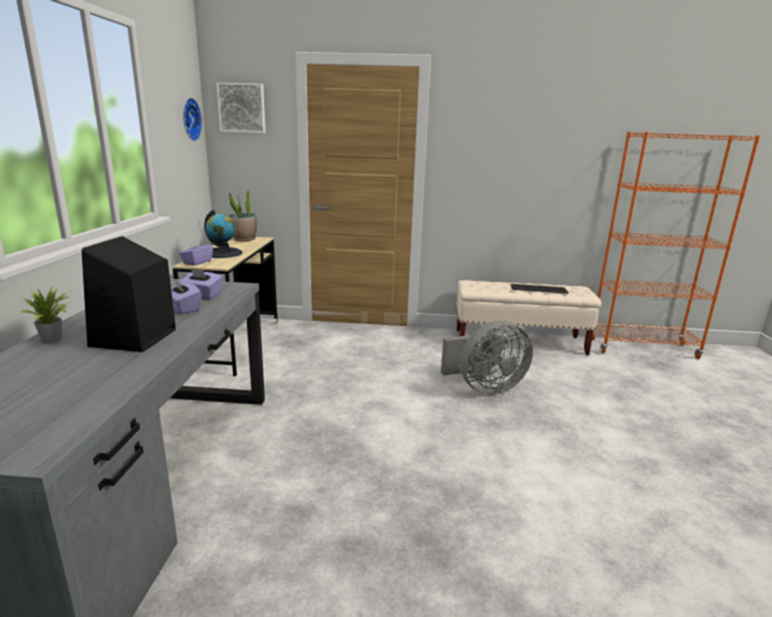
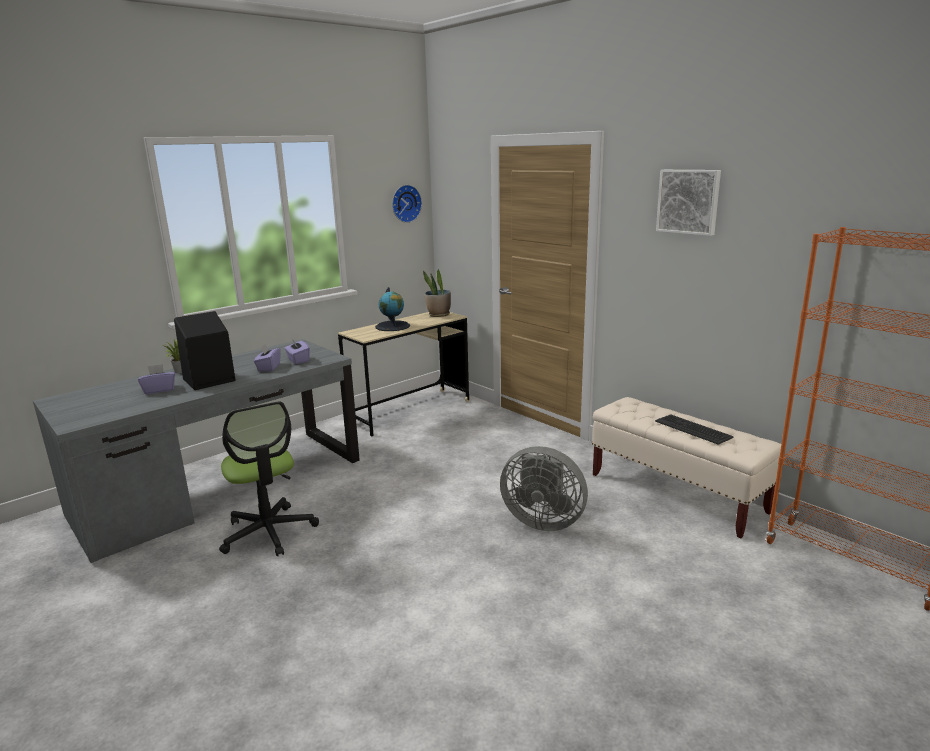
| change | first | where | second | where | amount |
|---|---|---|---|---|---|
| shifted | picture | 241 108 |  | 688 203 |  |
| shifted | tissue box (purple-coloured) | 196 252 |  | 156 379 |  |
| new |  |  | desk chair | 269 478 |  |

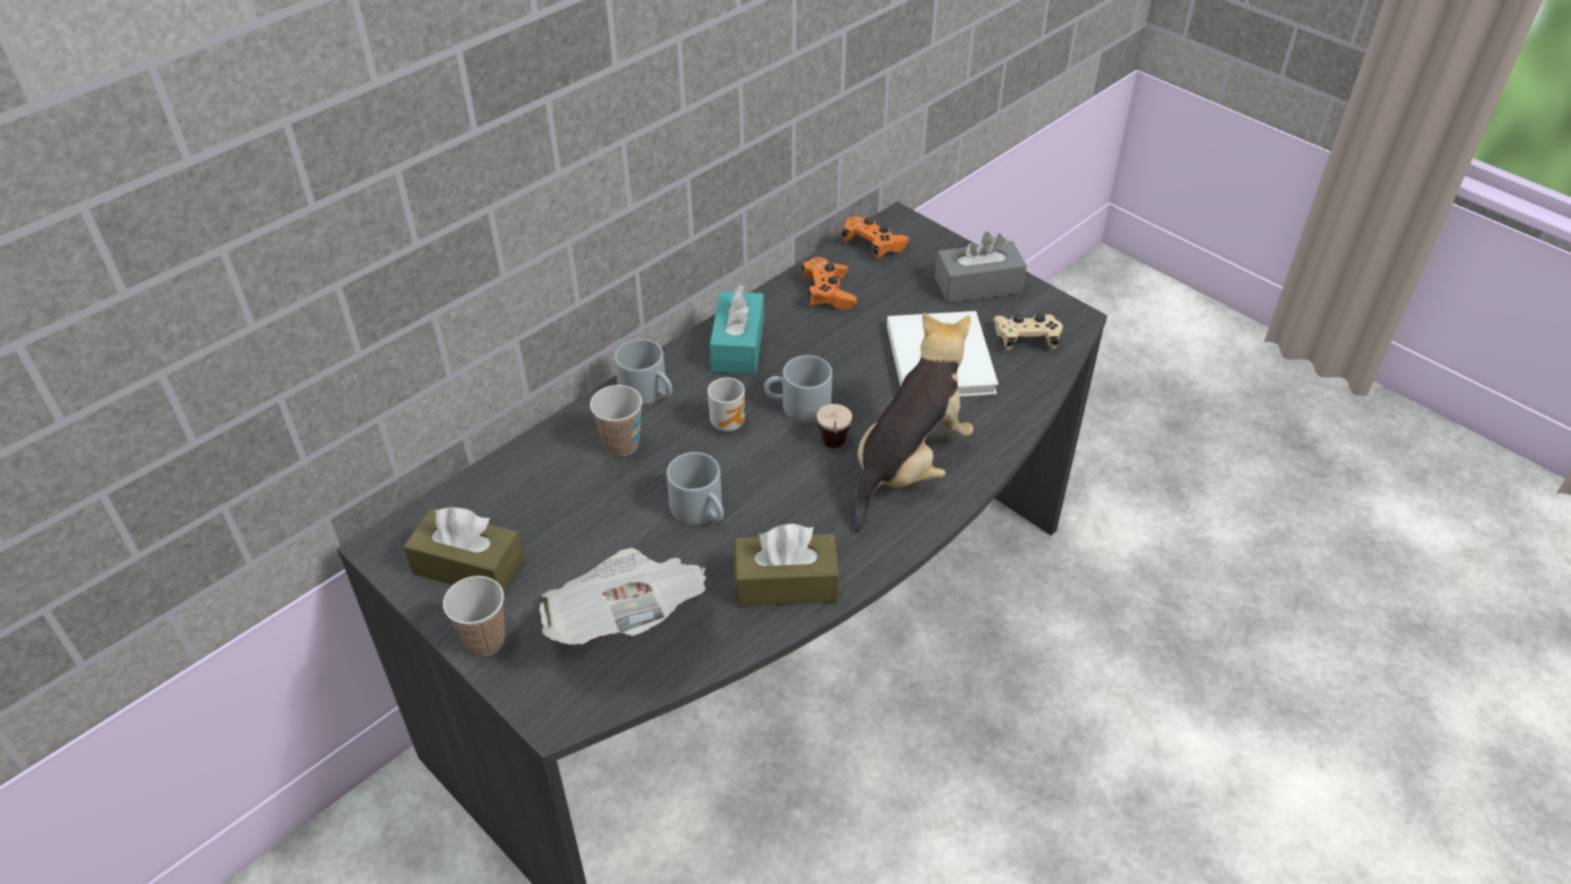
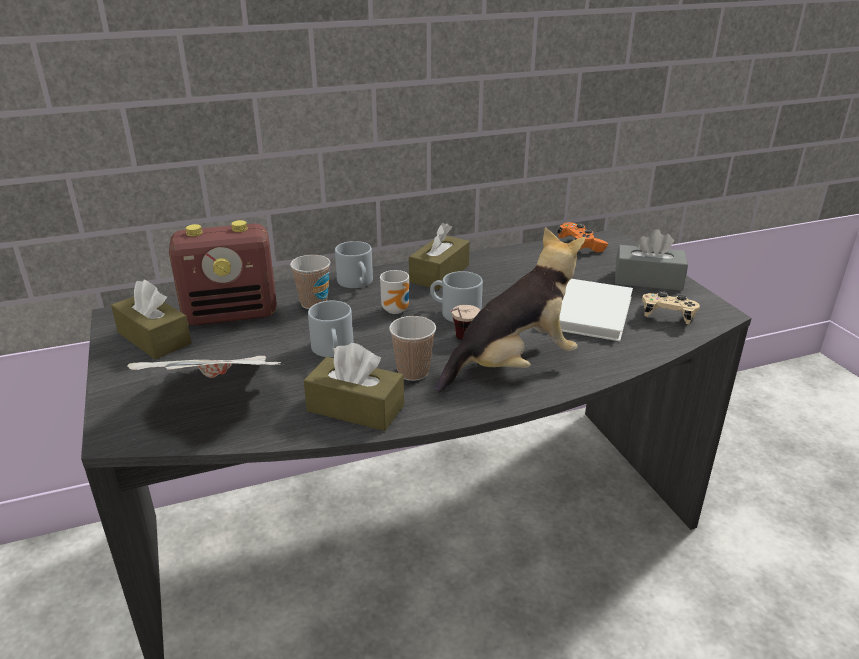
| change | first | where | second | where | amount |
|---|---|---|---|---|---|
| gone | joypad (orangey) | 829 283 |  |  |  |
| repainted | tissue box (turquoise-coloured) | 737 330 | tissue box (brown-coloured) | 439 256 |  |
| shifted | drinking cup | 474 616 |  | 412 348 |  |
| new |  |  | radio | 223 272 |  |

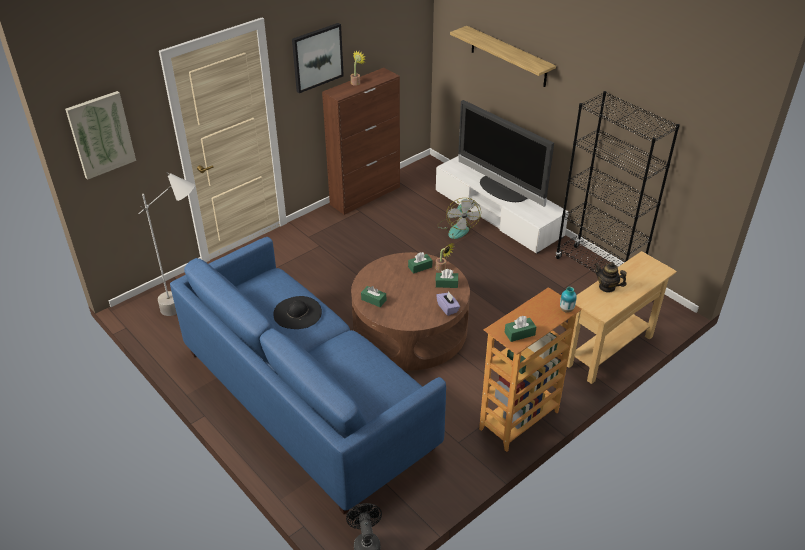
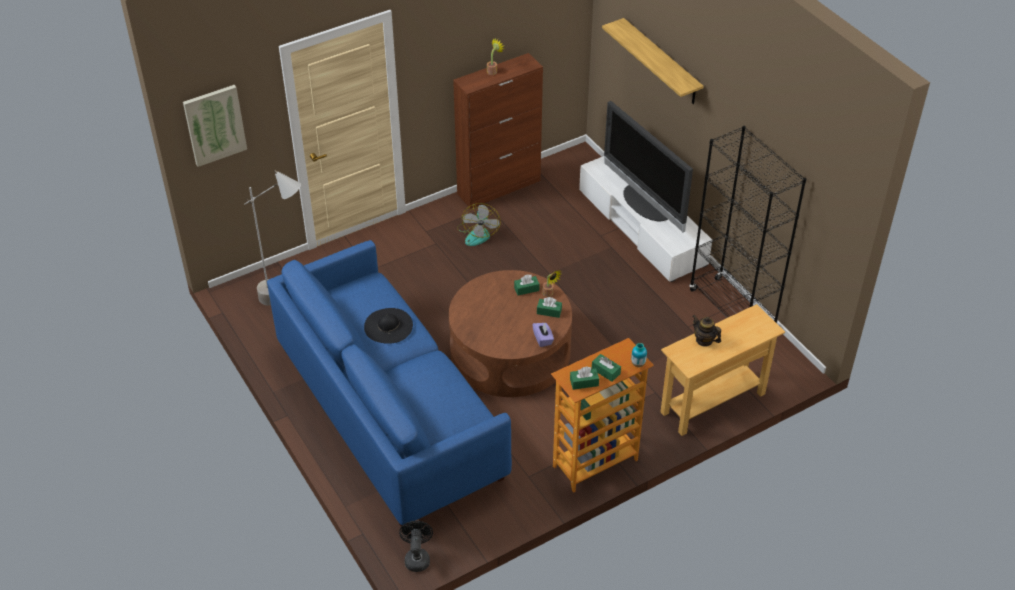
| change | first | where | second | where | amount |
|---|---|---|---|---|---|
| gone | picture | 318 58 |  |  |  |
| shifted | electric fan | 459 218 |  | 479 224 |  |
| shifted | tissue box (greenish) | 373 296 |  | 606 368 |  |

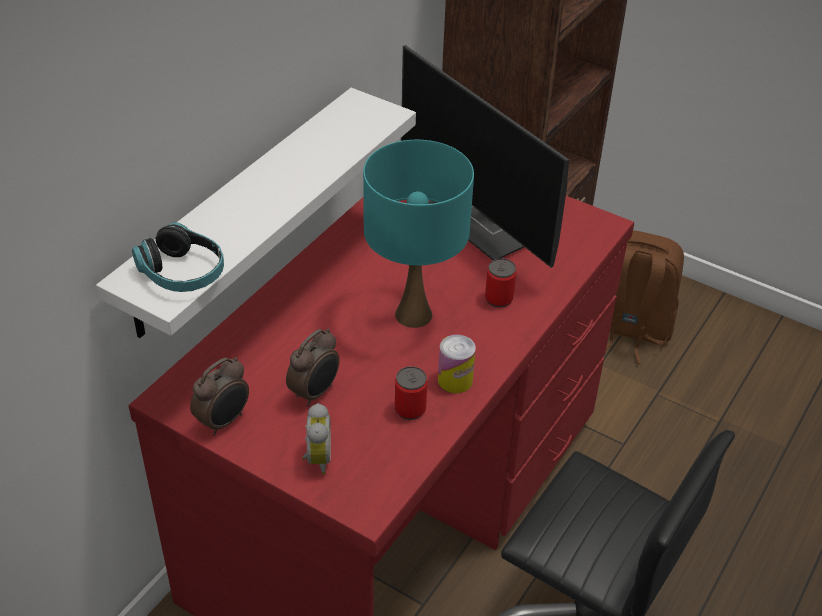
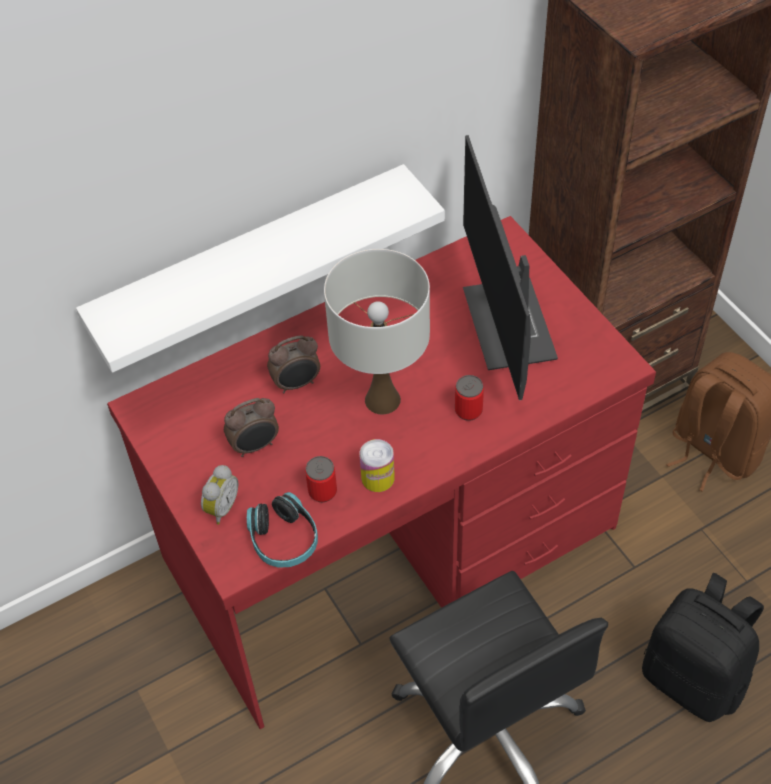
| change | first | where | second | where | amount |
|---|---|---|---|---|---|
| repainted | lamp for a table (turquoise-coloured) | 418 234 | lamp for a table (white-coloured) | 377 331 |  |
| shifted | headset | 178 257 |  | 282 530 |  |
| shifted | alarm clock | 219 396 |  | 293 364 |  |
| new |  |  | rucksack (black-coloured) | 703 647 |  |

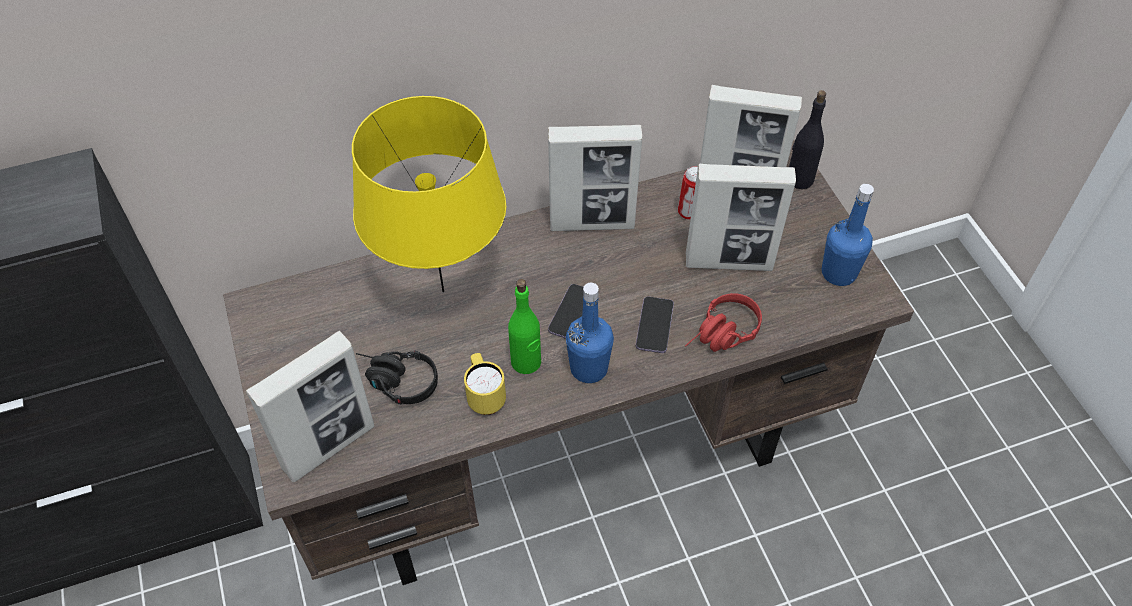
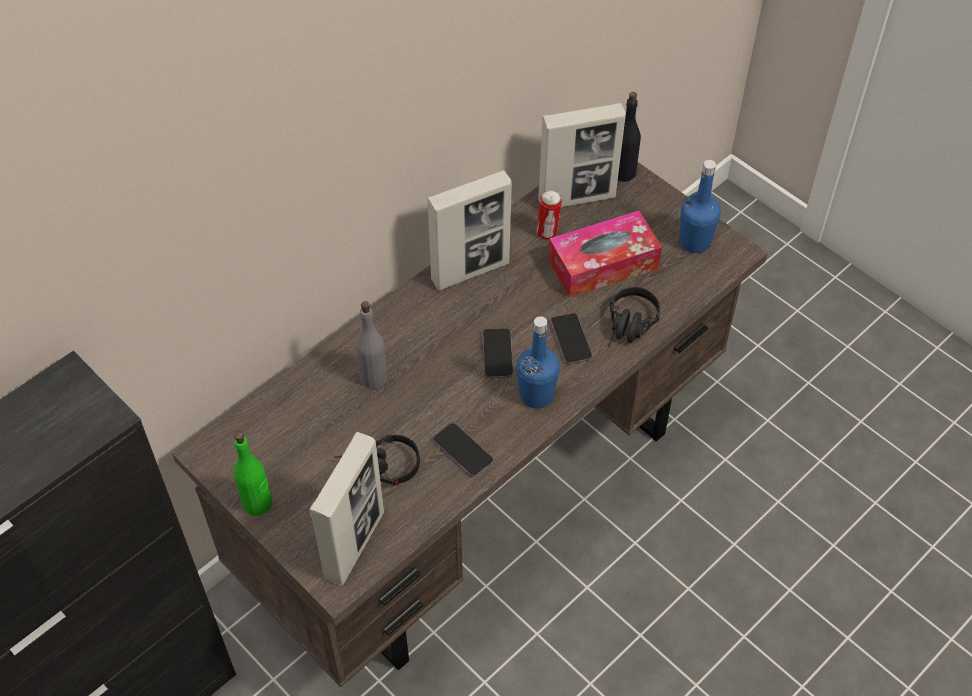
| change | first | where | second | where | amount |
|---|---|---|---|---|---|
| swapped | lamp for a table (yellowish) | 429 194 | drink bottle (greyish) | 372 345 |  |
| swapped | photo frame | 741 217 | tissue box | 605 254 |  |
| shifted | drink bottle (greenish) | 524 326 |  | 253 473 |  |
| repainted | headset (red-coloured) | 723 322 | headset (black-coloured) | 634 317 |  |
| swapped | mug (yellowish) | 485 384 | phone | 463 450 |  |

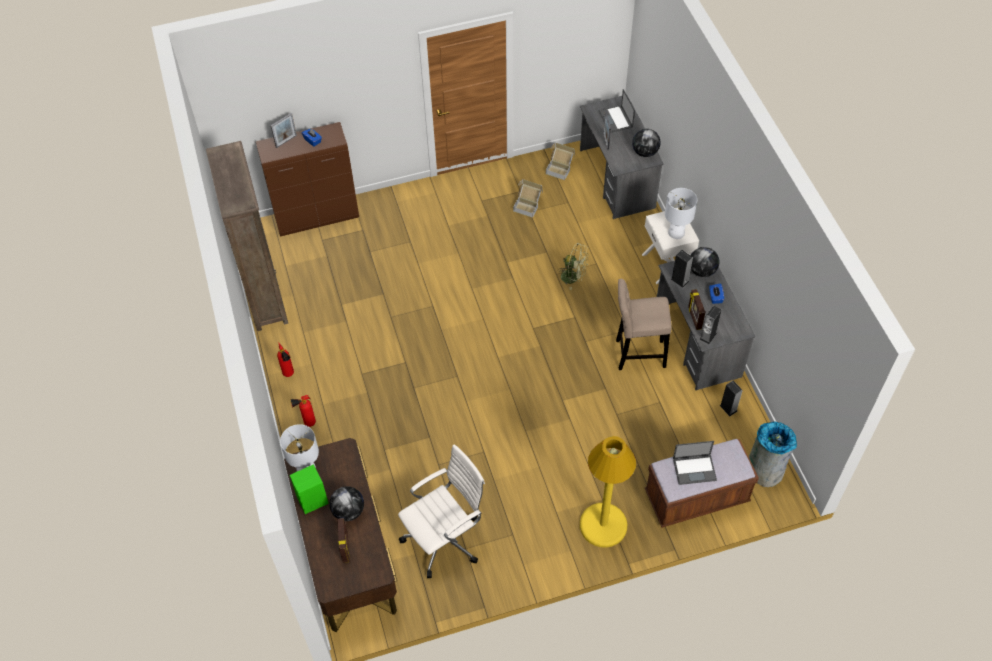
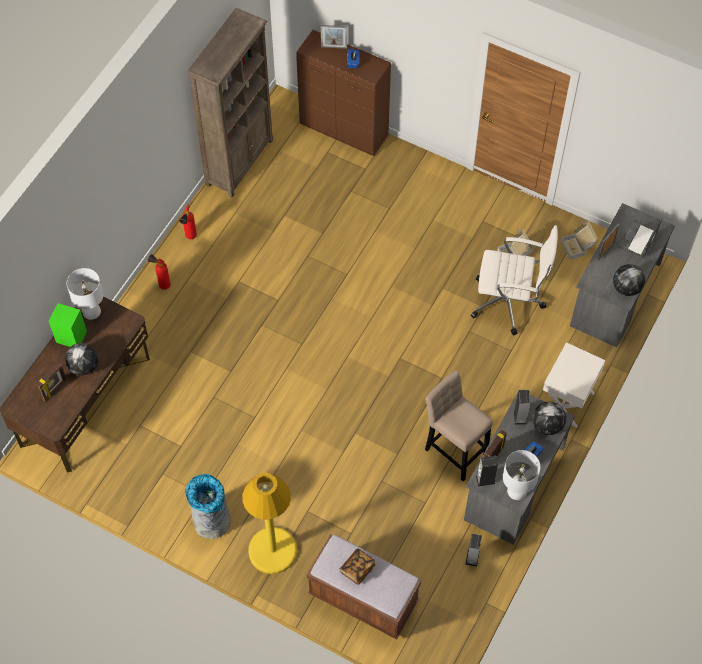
| change | first | where | second | where | amount |
|---|---|---|---|---|---|
| shifted | lamp for a table (white-coloured) | 681 213 |  | 522 475 |  |
| gone | electric fan (greenish) | 573 266 |  |  |  |
| shifted | trash can (greyish) | 773 454 |  | 208 506 |  |
| swapped | portable computer | 695 463 | bound book | 358 566 |  |
| shifted | desk chair (white-coloured) | 441 511 |  | 514 280 |  |

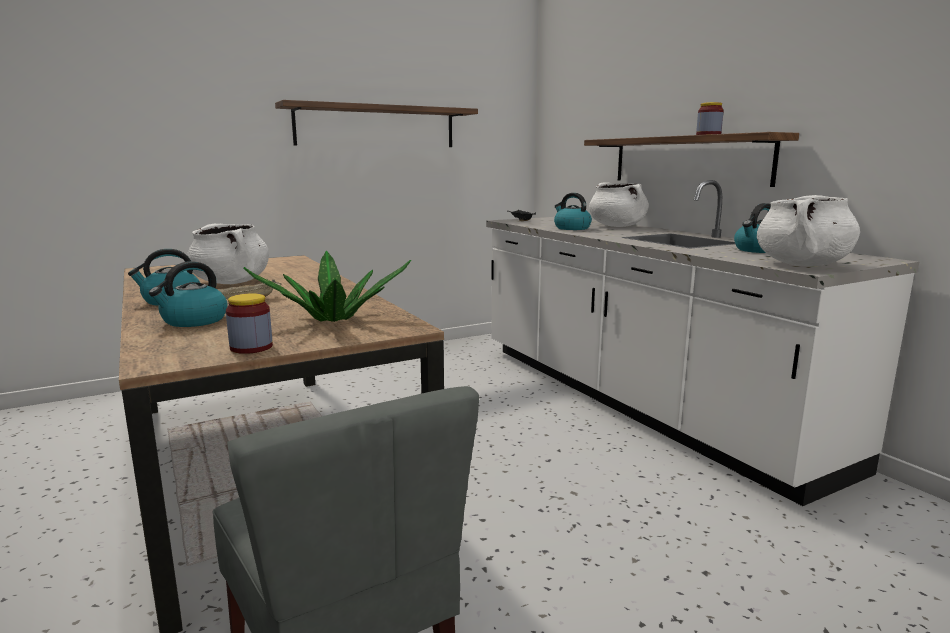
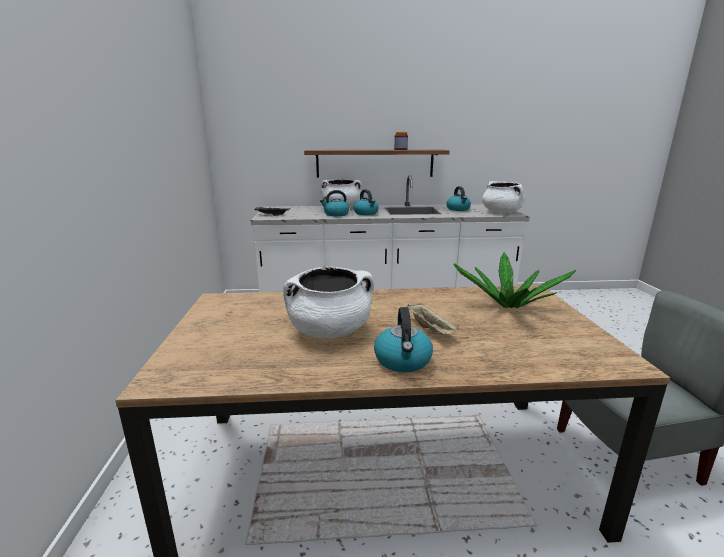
| change | first | where | second | where | amount |
|---|---|---|---|---|---|
| gone | bracket shelf | 376 123 |  |  |  |
| shifted | water kettle | 188 294 |  | 366 202 |  |
| gone | jar | 249 323 |  |  |  |

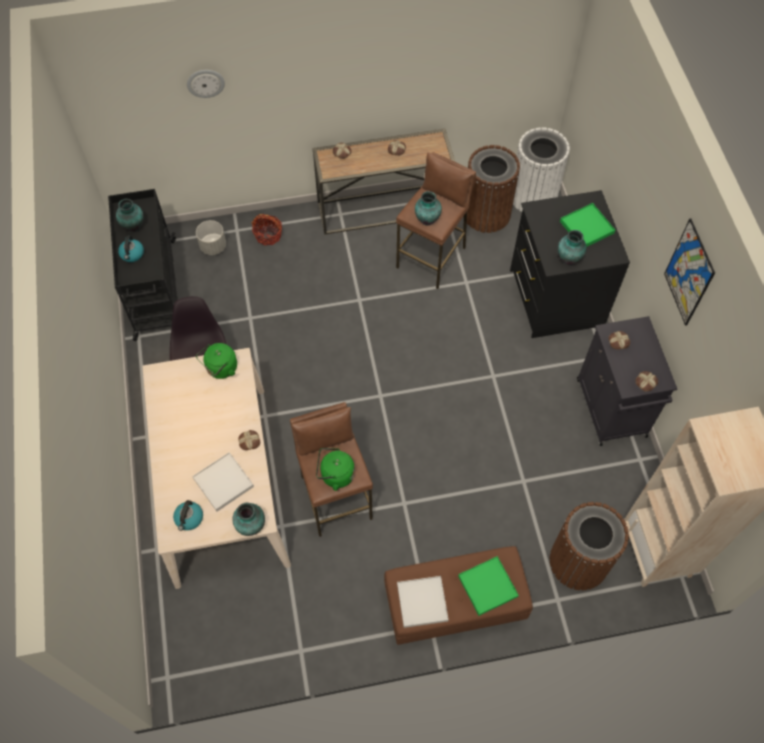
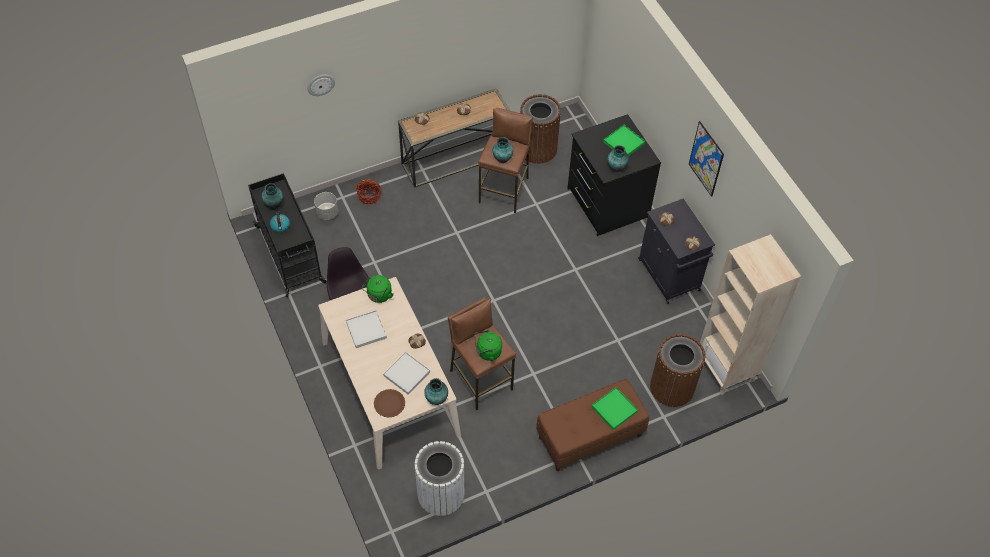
| change | first | where | second | where | amount |
|---|---|---|---|---|---|
| shifted | trash can (white-coloured) | 541 169 |  | 439 478 |  |
| swapped | water kettle | 188 515 | flat dish (brown-coloured) | 389 403 |  |
| shifted | carrying tray (white-coloured) | 423 602 |  | 366 329 |  |

